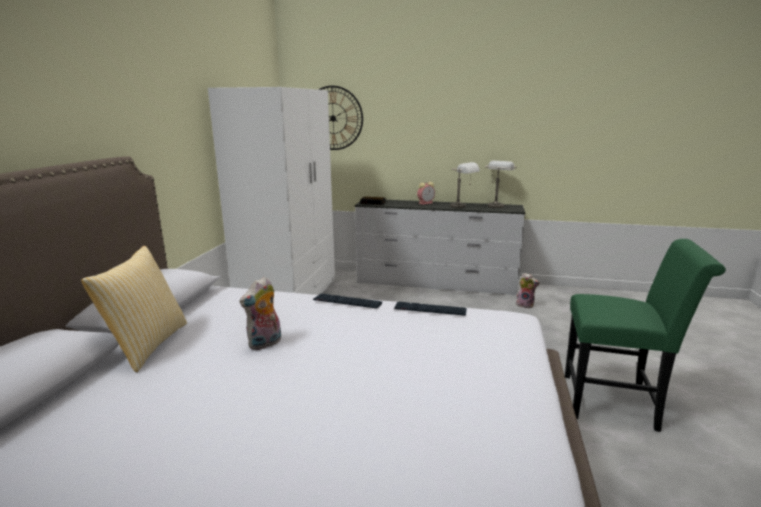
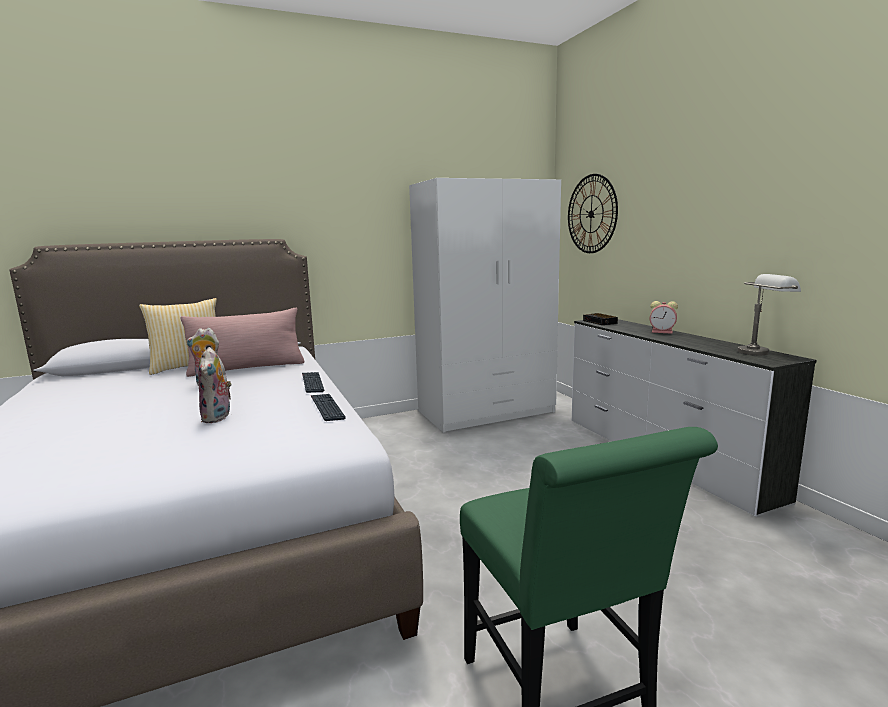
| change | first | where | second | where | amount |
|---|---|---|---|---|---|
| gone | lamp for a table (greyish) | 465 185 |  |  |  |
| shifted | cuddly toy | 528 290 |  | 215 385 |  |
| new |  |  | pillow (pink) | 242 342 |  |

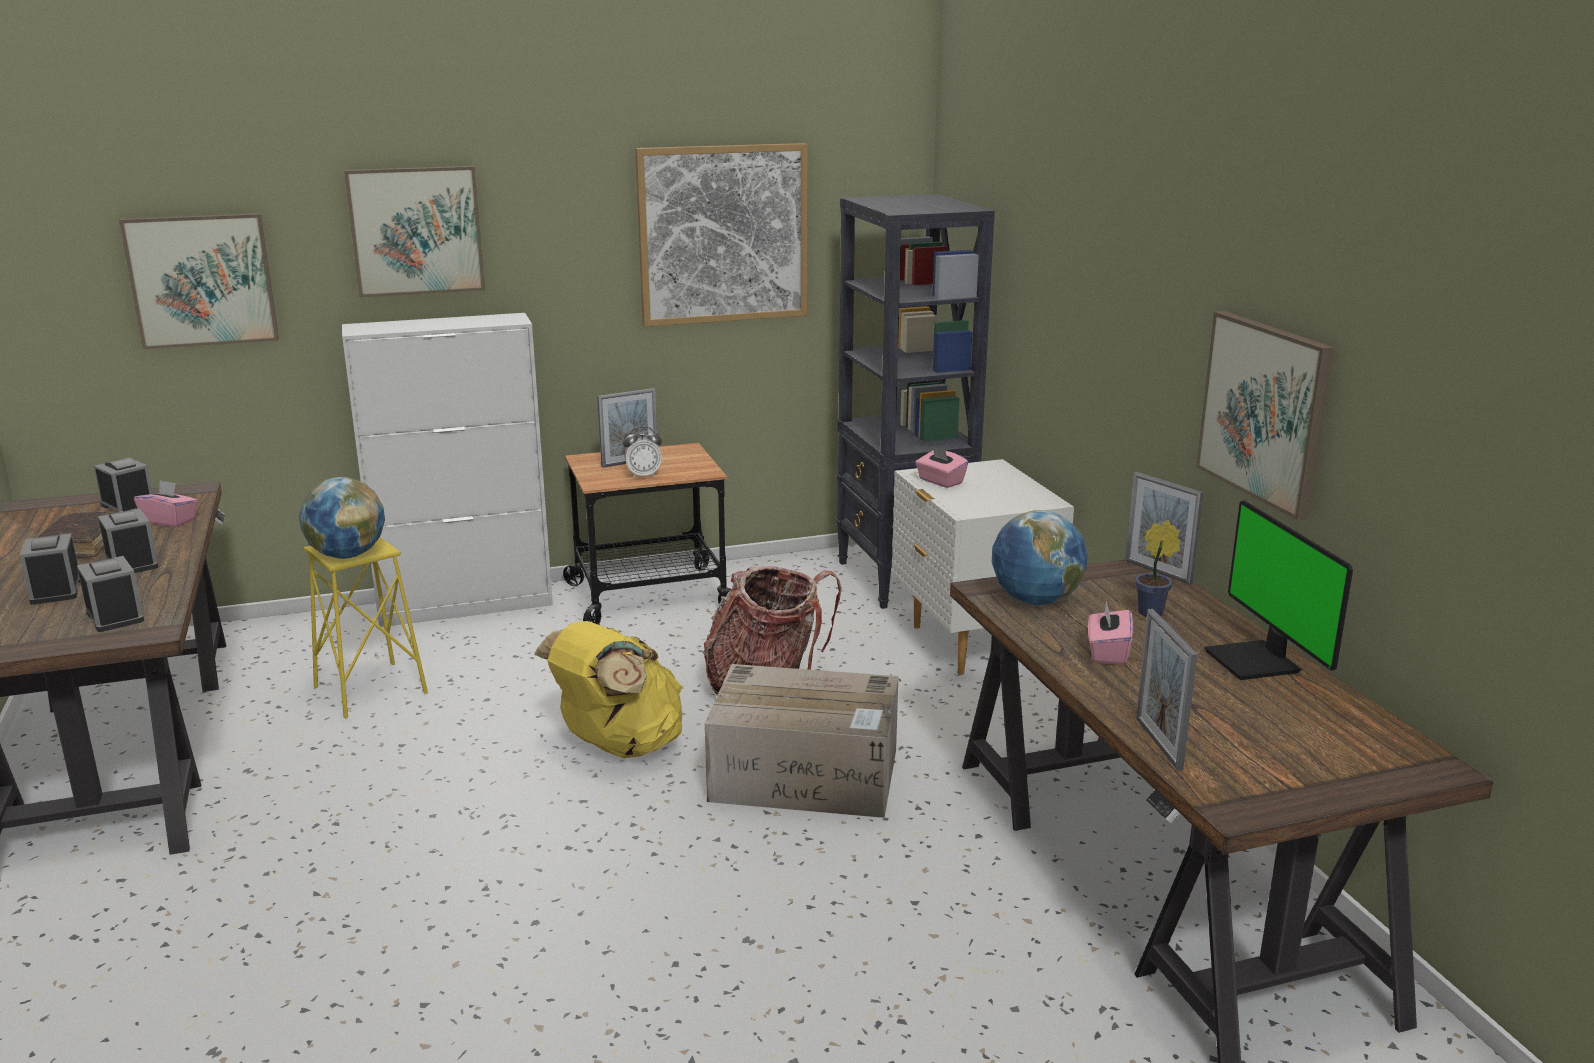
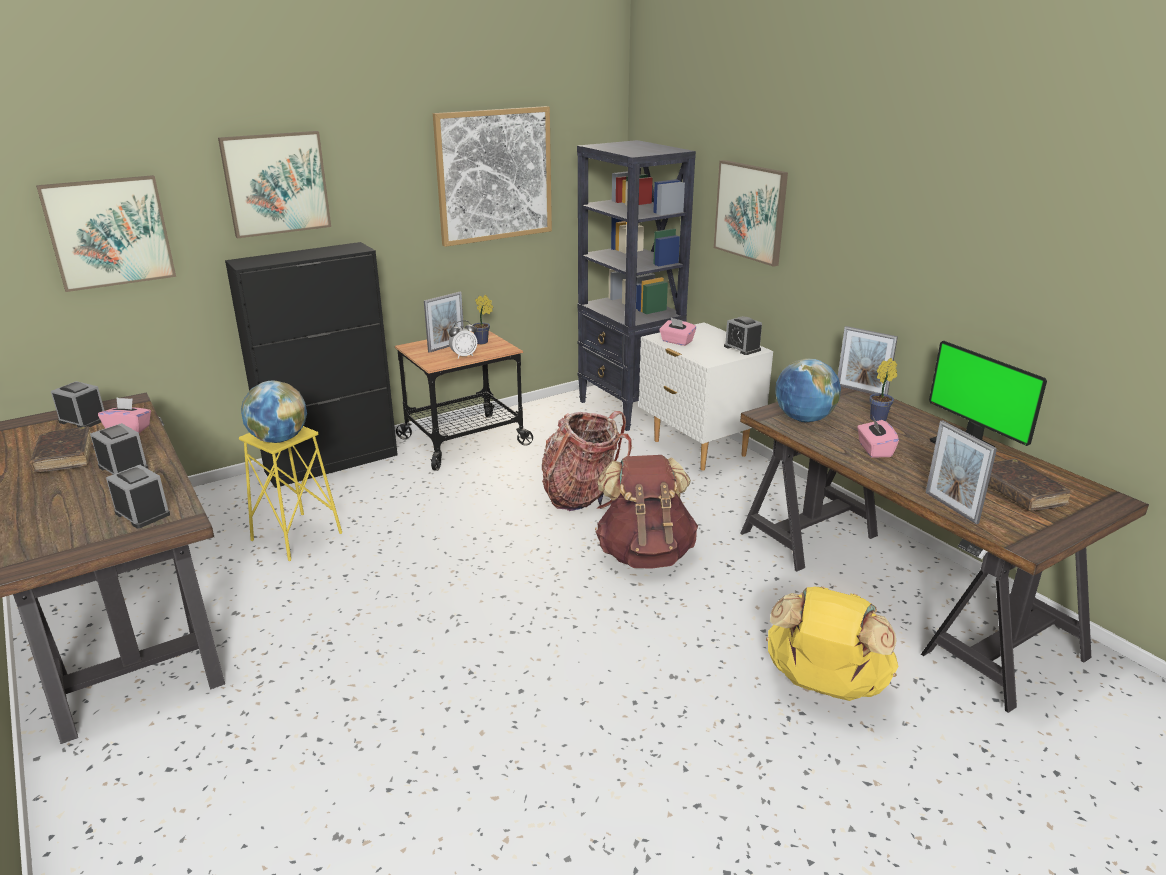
| change | first | where | second | where | amount |
|---|---|---|---|---|---|
| shifted | picture | 1265 415 |  | 751 213 |  |
| repainted | storage cabinet (white-coloured) | 447 470 | storage cabinet (black-coloured) | 311 365 |  |
| shifted | alarm clock | 49 569 |  | 743 335 |  |
| shifted | rucksack (yellowish) | 608 689 |  | 832 643 |  |
| swapped | cardboard box | 801 741 | rucksack (brown-coloured) | 646 511 |  |
| new |  |  | potted plant | 483 319 |  |
| new |  |  | bound book (brown-coloured) | 1029 485 |  |

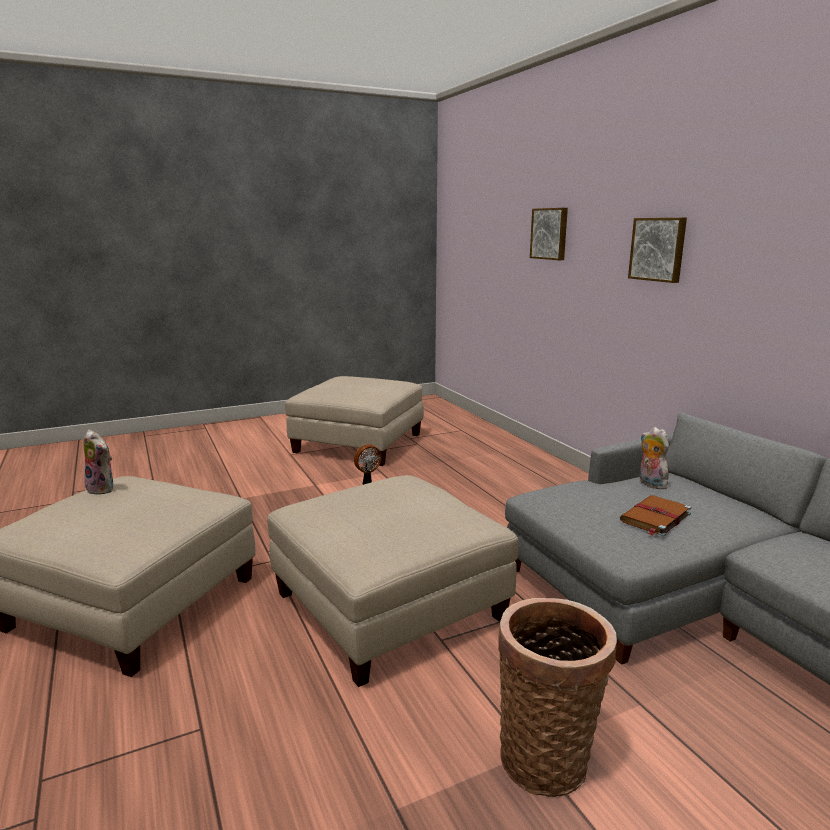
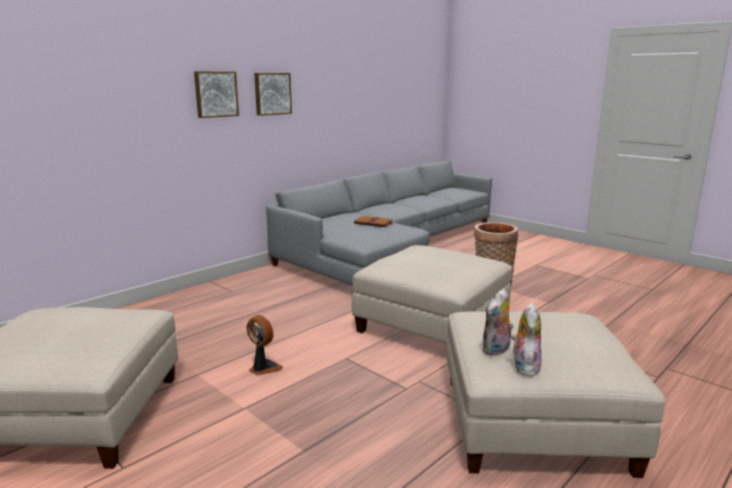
| change | first | where | second | where | amount |
|---|---|---|---|---|---|
| shifted | picture | 549 234 |  | 273 94 |  |
| shifted | cuddly toy | 654 458 |  | 498 322 |  |

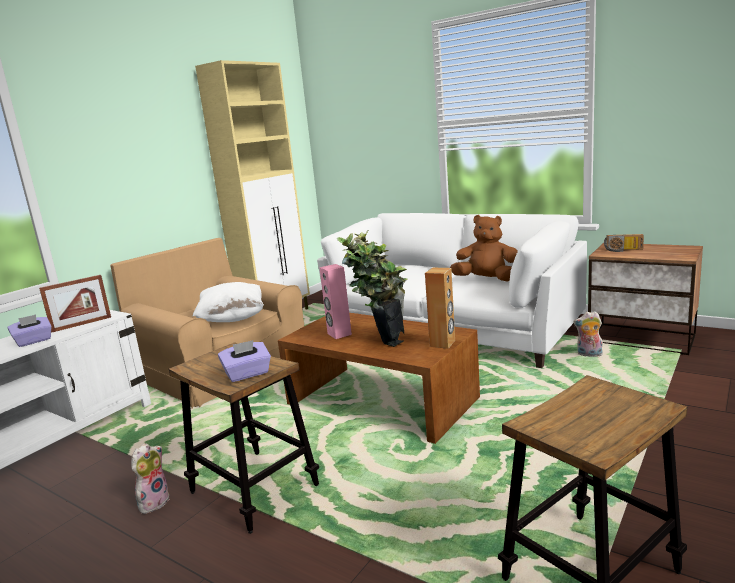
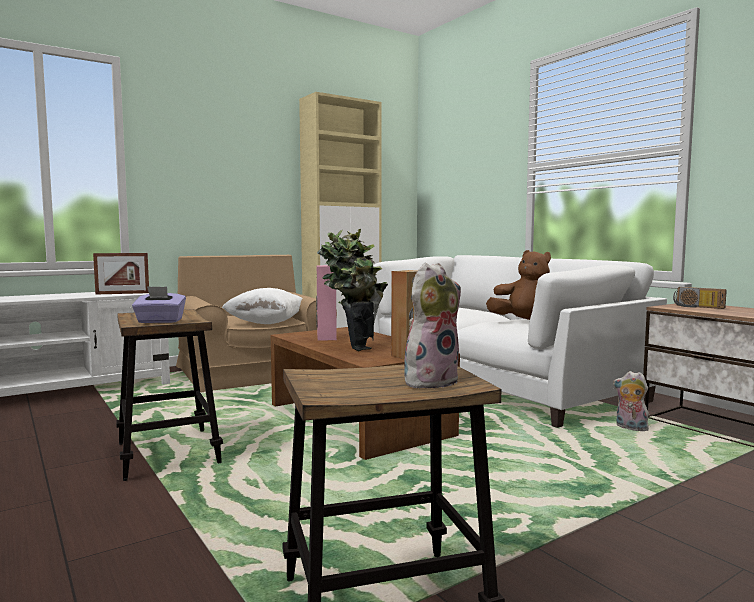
| change | first | where | second | where | amount |
|---|---|---|---|---|---|
| gone | tissue box (purple-coloured) | 29 330 |  |  |  |
| shifted | cuddly toy | 150 478 |  | 432 325 |  |

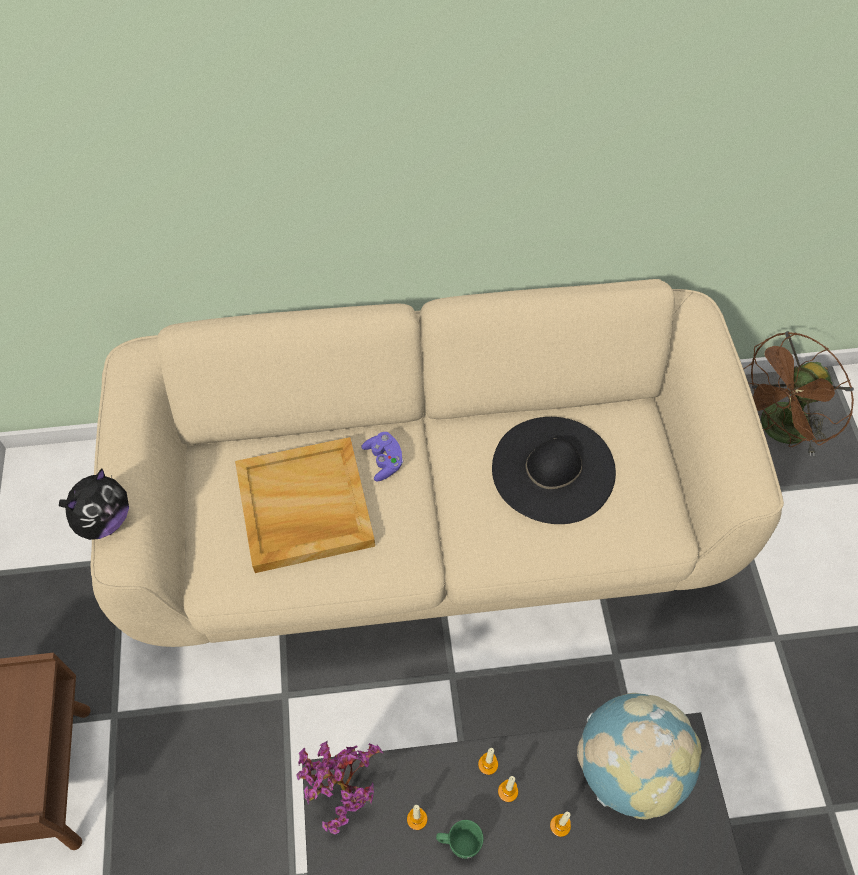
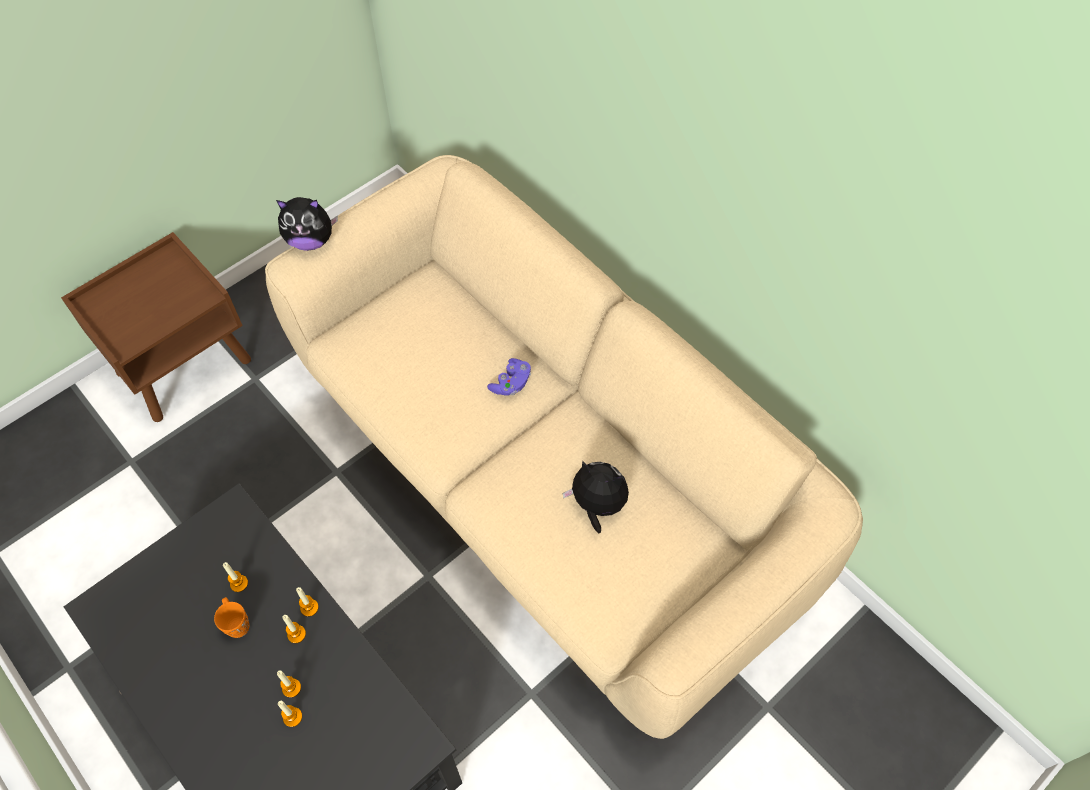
| change | first | where | second | where | amount |
|---|---|---|---|---|---|
| gone | electric fan (brown-coloured) | 798 393 |  |  |  |
| swapped | hat (black-coloured) | 554 470 | cuddly toy | 595 497 |  |
| gone | carrying tray (beige-coloured) | 305 505 |  |  |  |
| gone | desk globe | 639 756 |  |  |  |
| gone | potted plant | 340 787 |  |  |  |
| repainted | mug (greenish) | 459 839 | mug (orangey) | 231 617 |  |
| new |  |  | wax light | 290 714 |  |

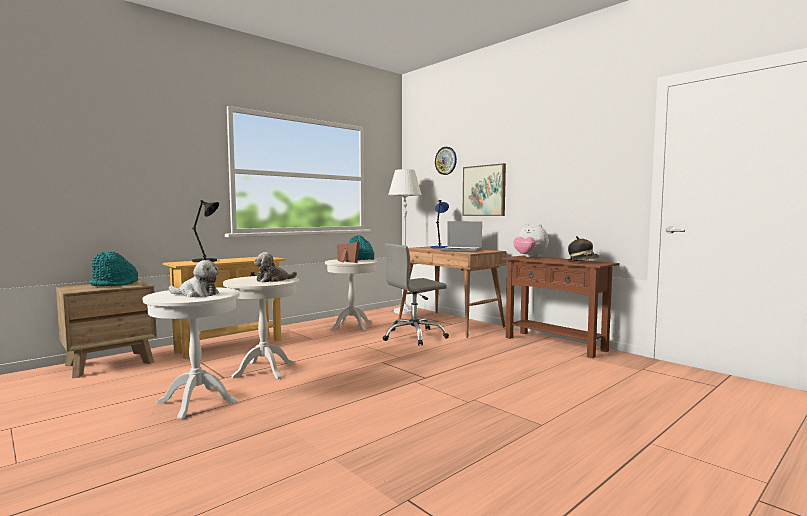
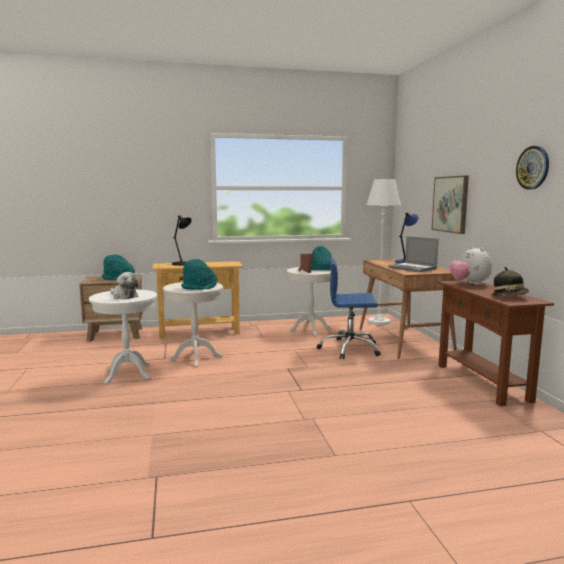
| change | first | where | second | where | amount |
|---|---|---|---|---|---|
| shifted | hanging clock | 446 161 |  | 532 167 |  |
| repainted | desk chair (greyish) | 416 295 | desk chair (bluish) | 349 308 |  |
| swapped | cuddly toy | 275 267 | hat (turquoise-coloured) | 199 274 |  |

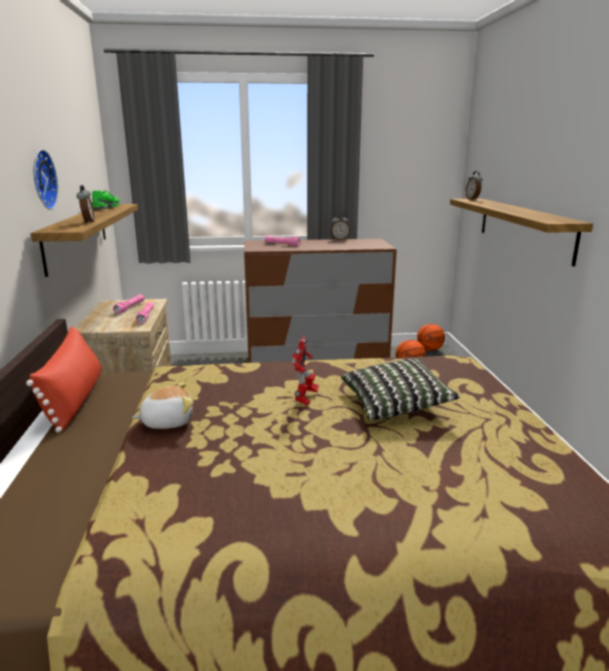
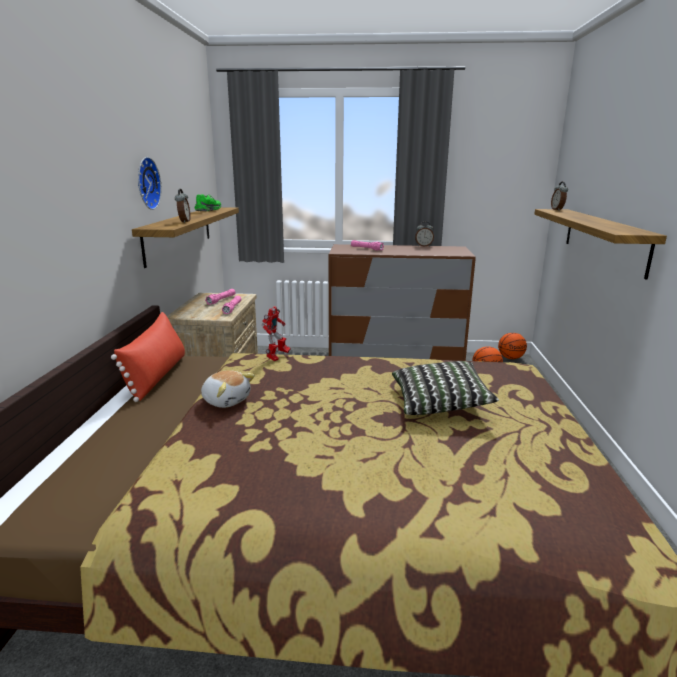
| change | first | where | second | where | amount |
|---|---|---|---|---|---|
| shifted | robot figure | 305 370 |  | 276 333 |  |
| rotated | cuddly toy | 163 405 |  | 228 389 | 45 degrees clockwise |

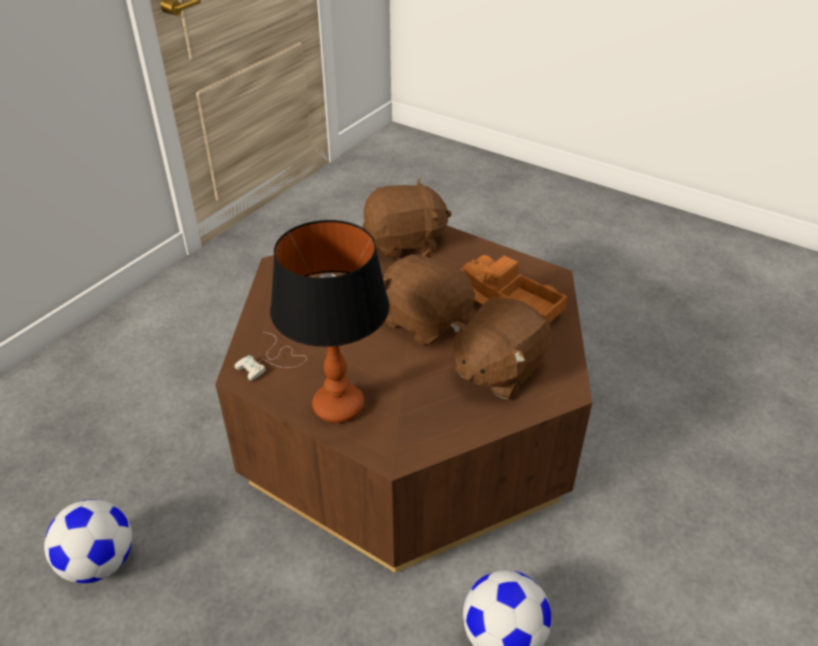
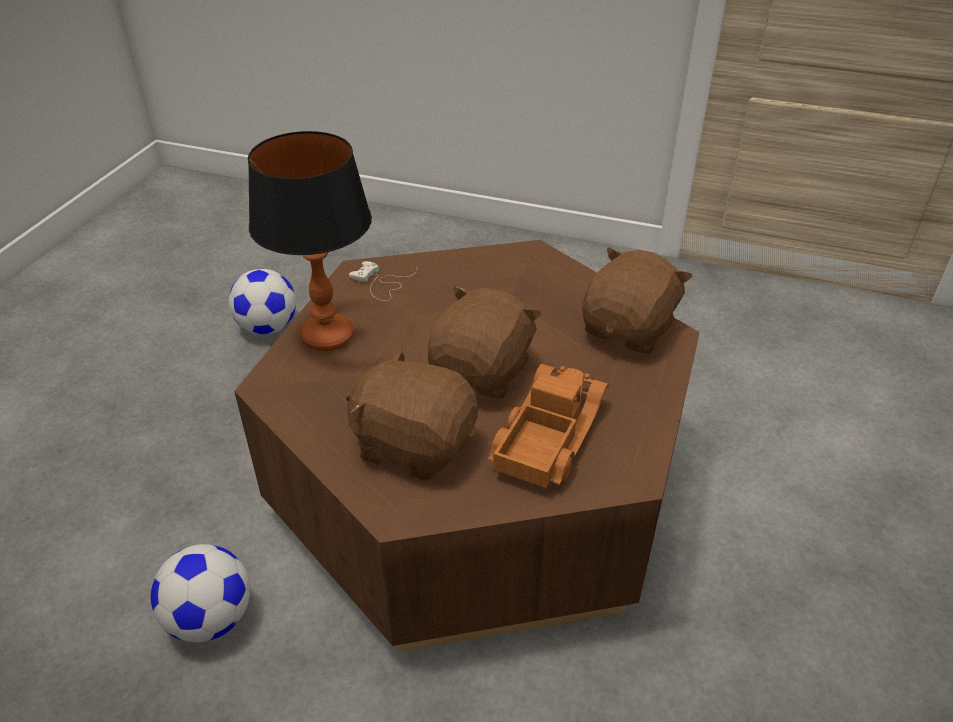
| change | first | where | second | where | amount |
|---|---|---|---|---|---|
| rotated | cuddly toy (brown-coloured) | 407 219 |  | 637 300 | 120 degrees counterclockwise |

